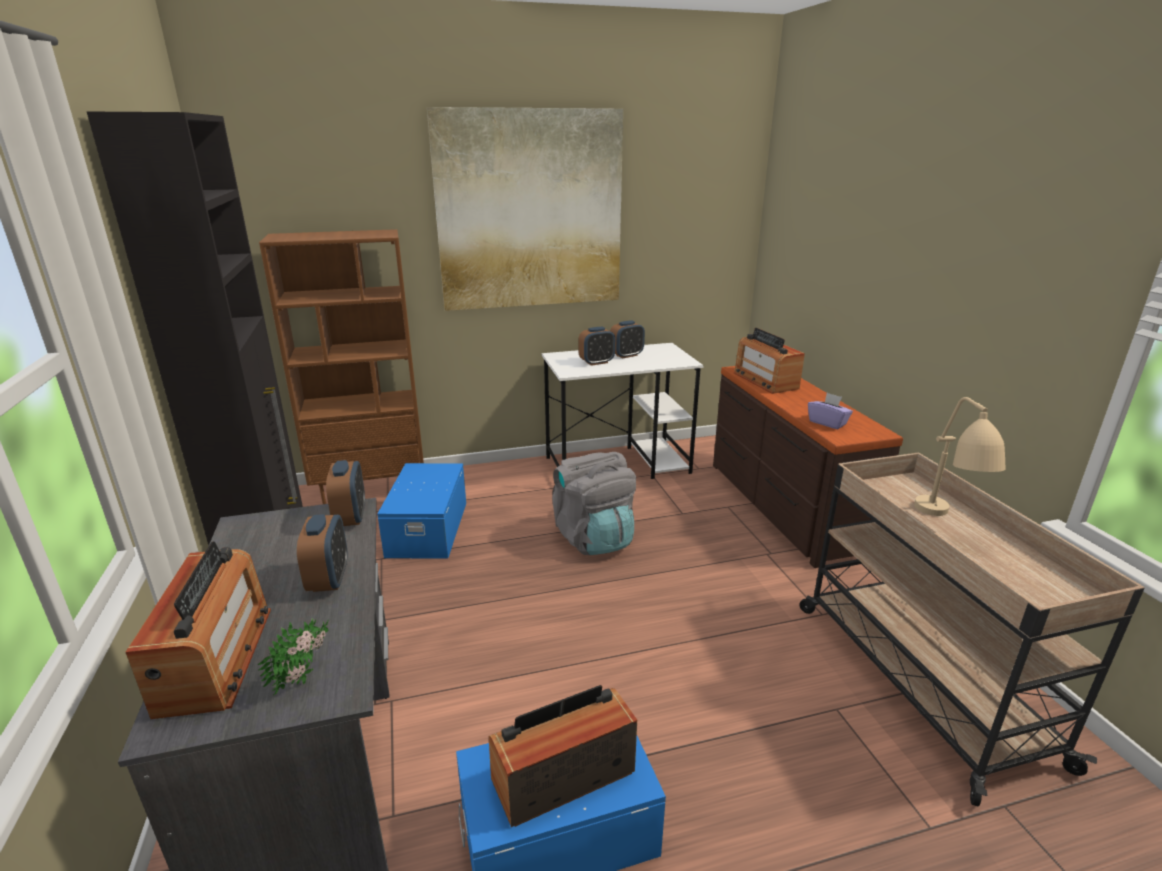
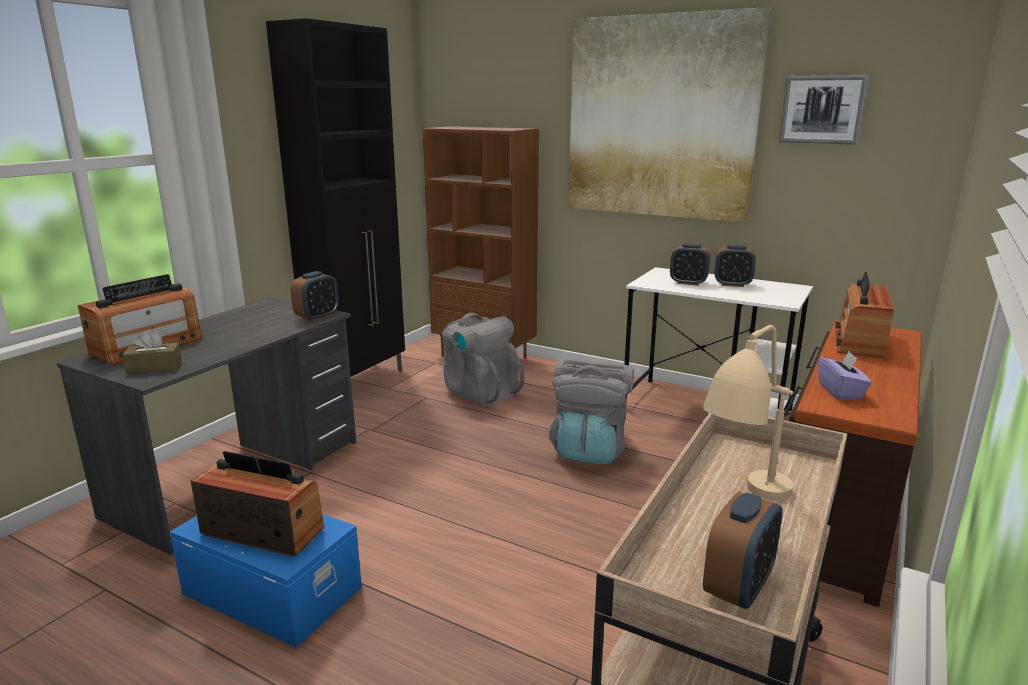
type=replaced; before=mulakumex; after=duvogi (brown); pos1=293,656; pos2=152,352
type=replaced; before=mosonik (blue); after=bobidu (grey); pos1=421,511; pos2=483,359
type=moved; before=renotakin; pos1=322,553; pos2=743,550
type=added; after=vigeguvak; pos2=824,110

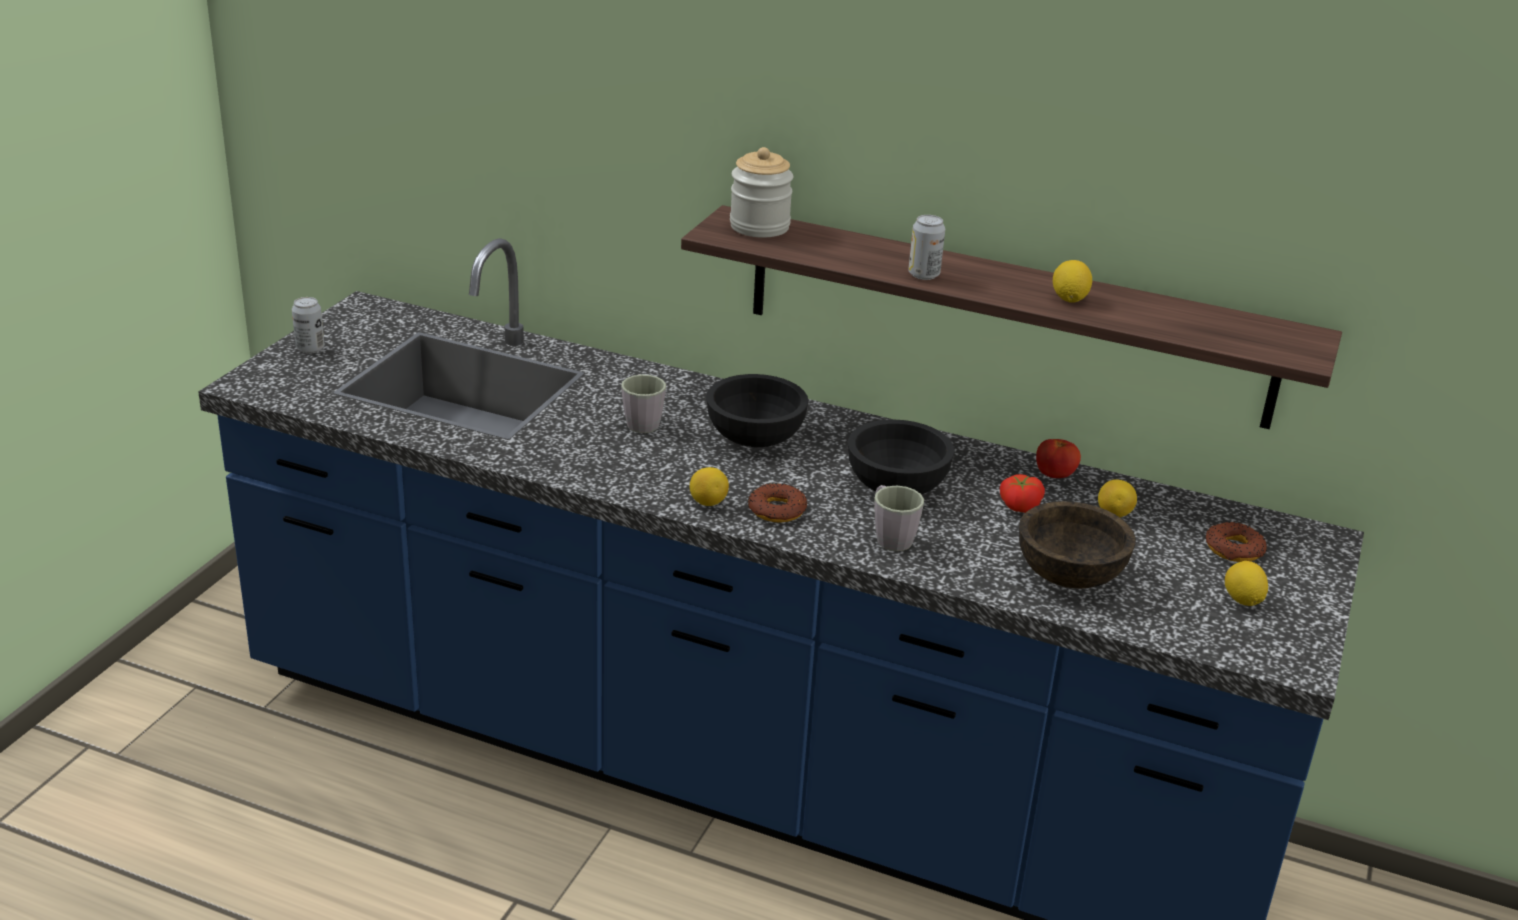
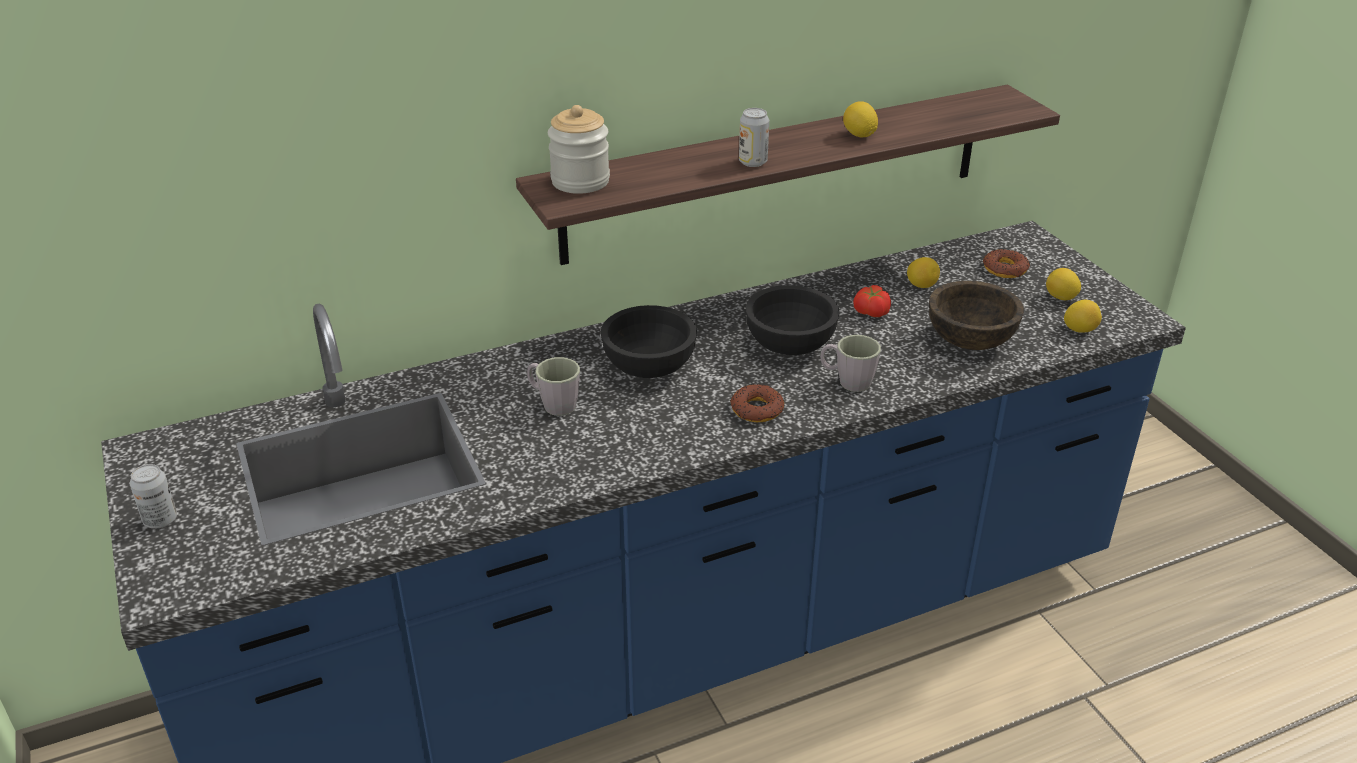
type=moved; before=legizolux; pos1=709,486; pos2=1083,316
type=removed; before=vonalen; pos1=1058,458

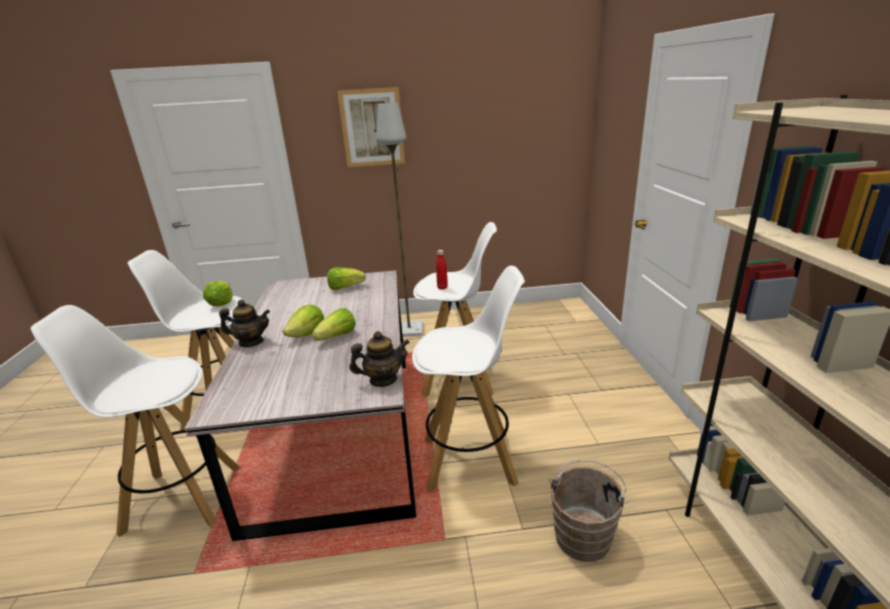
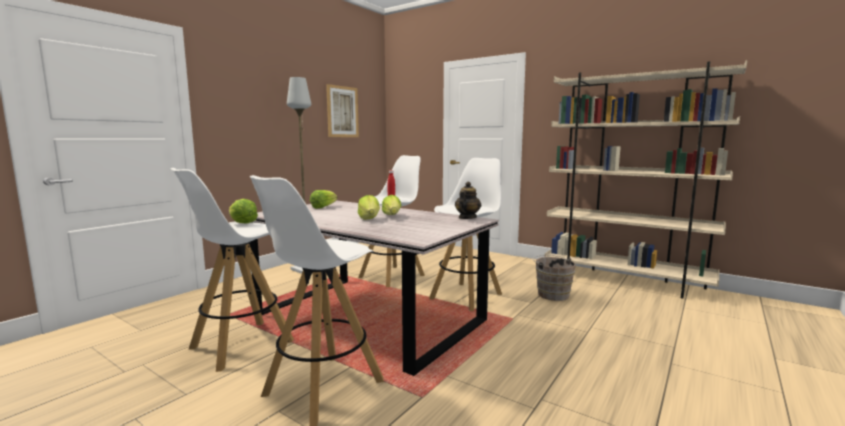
type=moved; before=vigeguvak; pos1=371,127; pos2=342,110
type=removed; before=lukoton; pos1=244,323

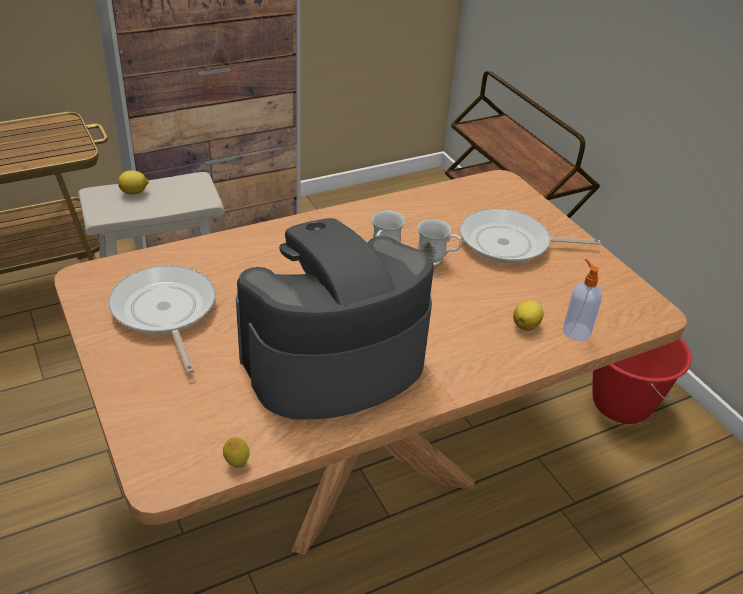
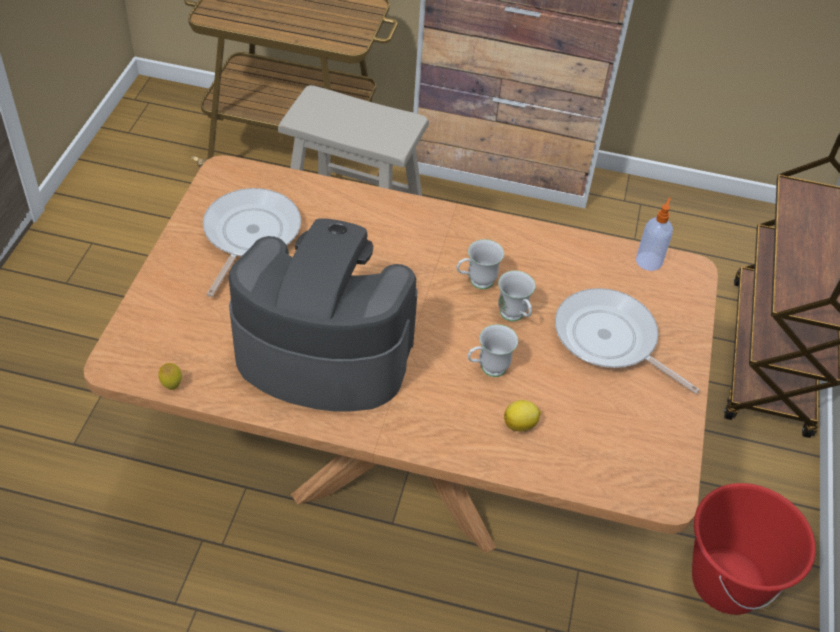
type=added; after=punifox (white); pos2=492,350
type=moved; before=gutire; pos1=582,300; pos2=654,234
type=removed; before=legizolux; pos1=133,182

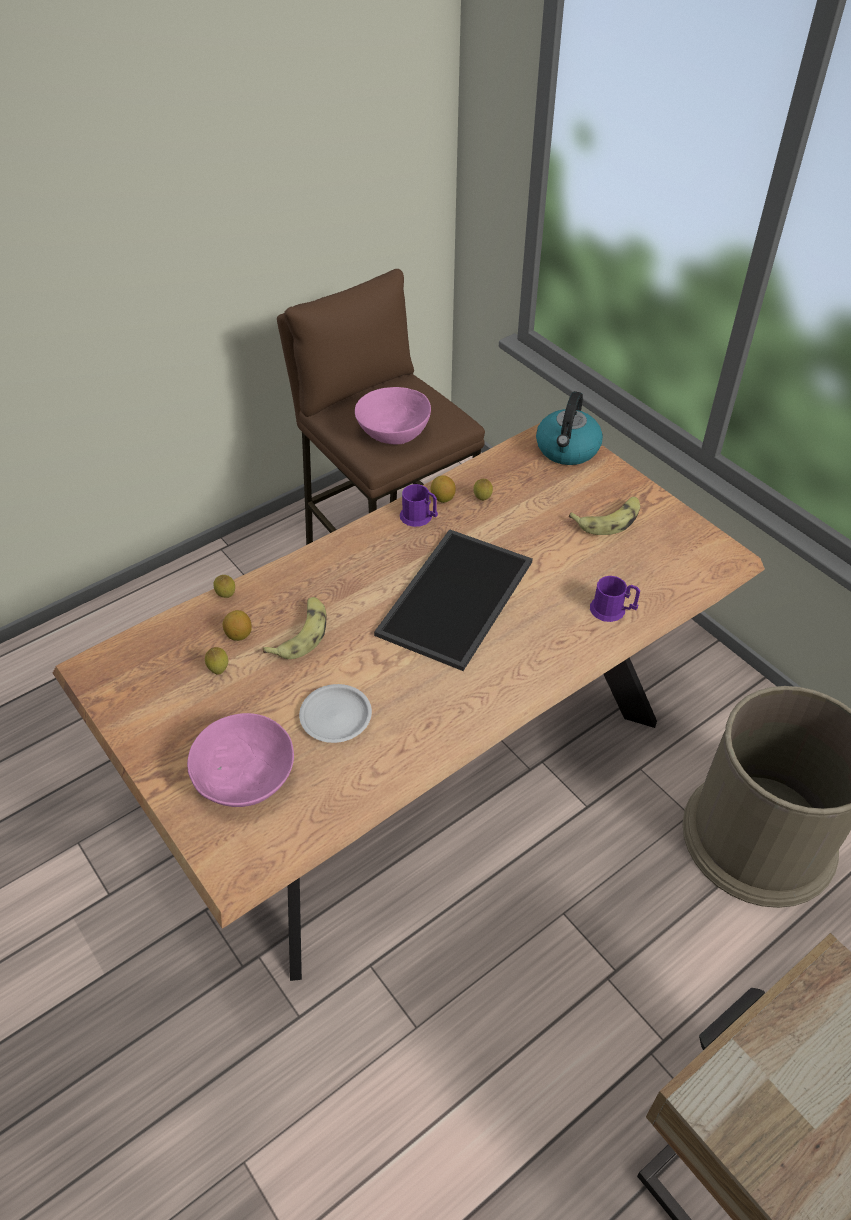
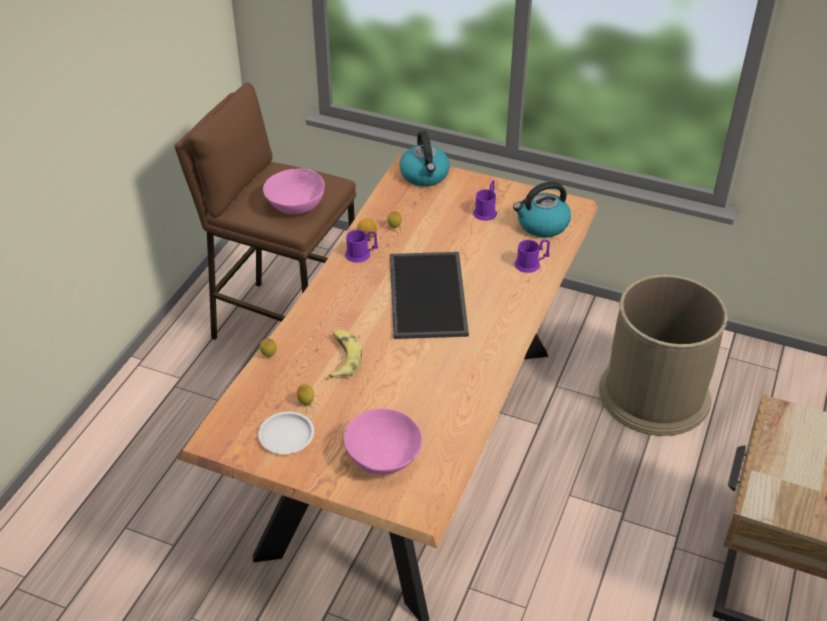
type=moved; before=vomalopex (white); pos1=335,713; pos2=286,432
type=replaced; before=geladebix; after=punifox (purple); pos1=604,516; pos2=485,200
type=added; after=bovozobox; pos2=542,209
type=removed; before=legizolux; pos1=237,625

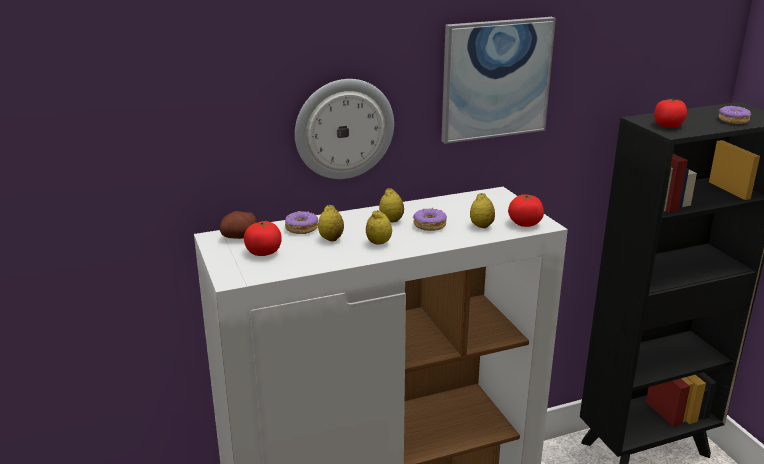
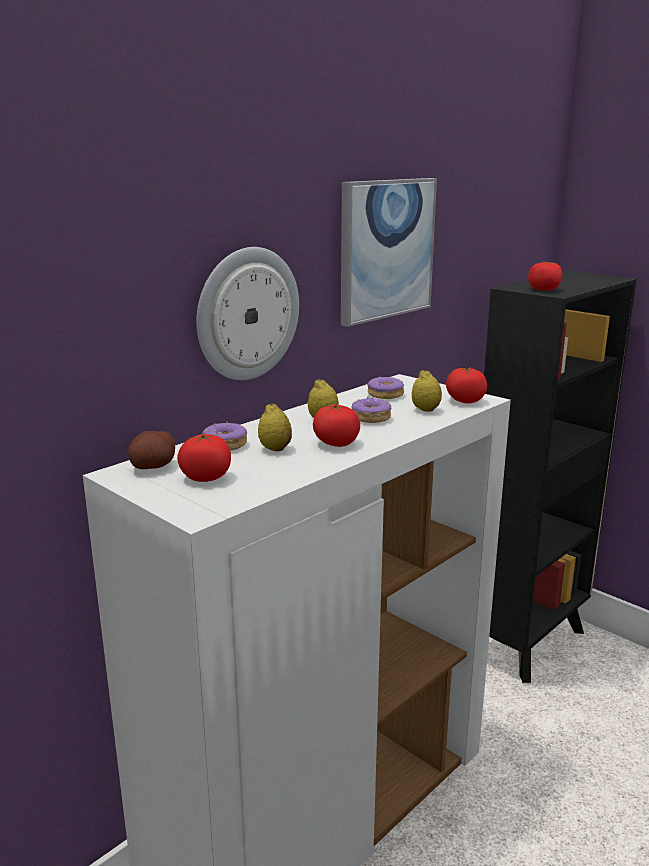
type=replaced; before=legizolux; after=vonalen; pos1=379,227; pos2=336,425
type=moved; before=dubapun; pos1=735,115; pos2=386,388

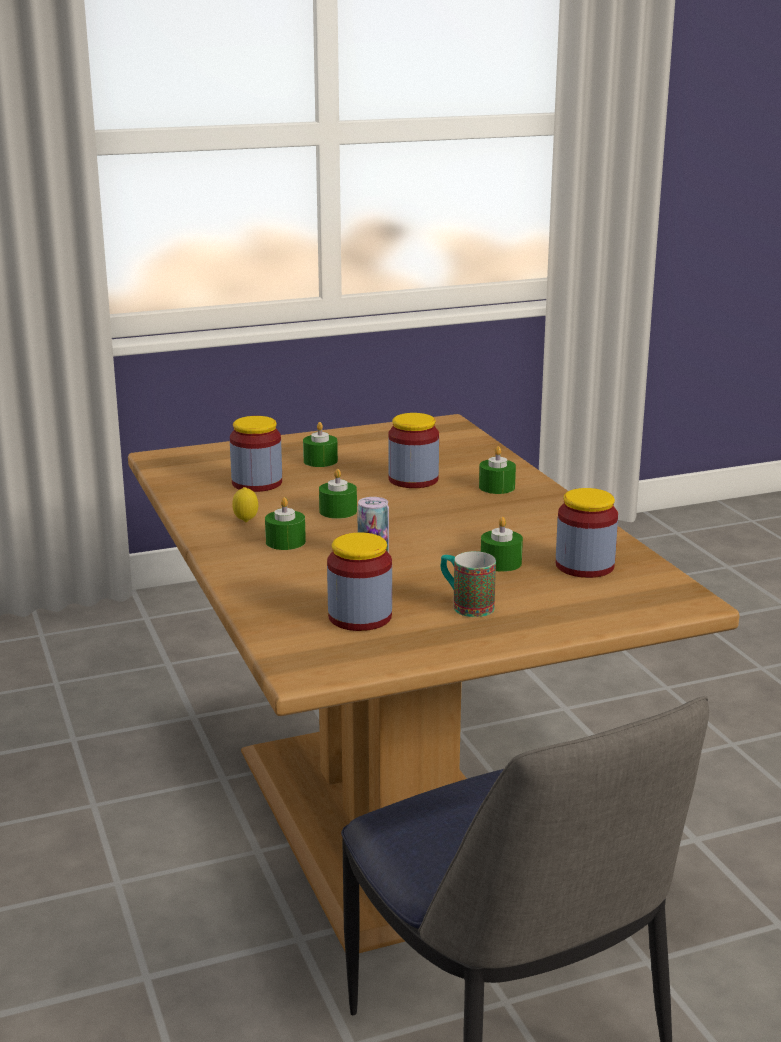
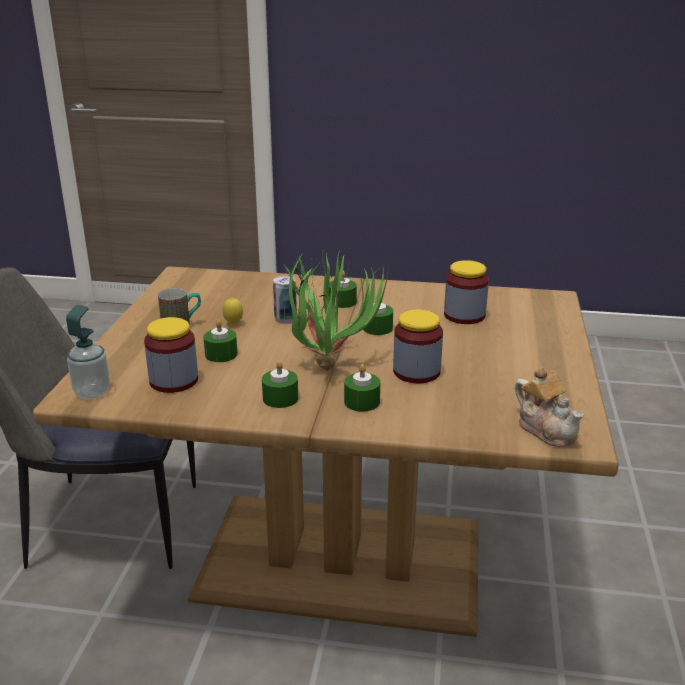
type=added; after=gutire; pos2=88,352
type=moved; before=legizolux; pos1=245,504; pos2=233,311
type=moved; before=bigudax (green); pos1=320,444; pos2=280,384
type=added; after=mulakumex; pos2=336,311
type=added; after=lukoton; pos2=549,406
type=removed; before=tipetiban; pos1=359,582

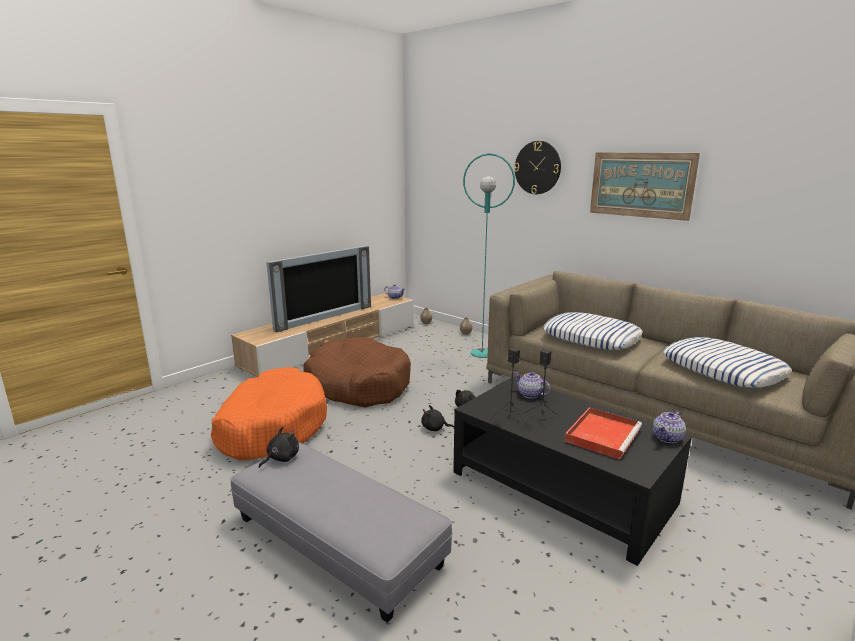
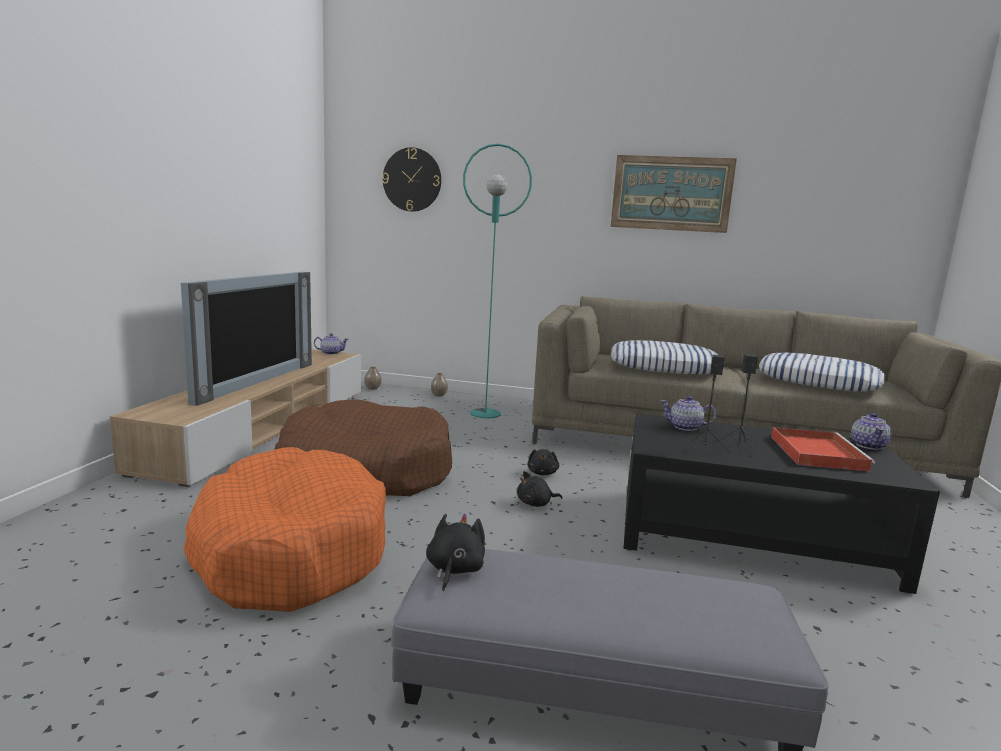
type=moved; before=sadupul; pos1=537,167; pos2=411,179

